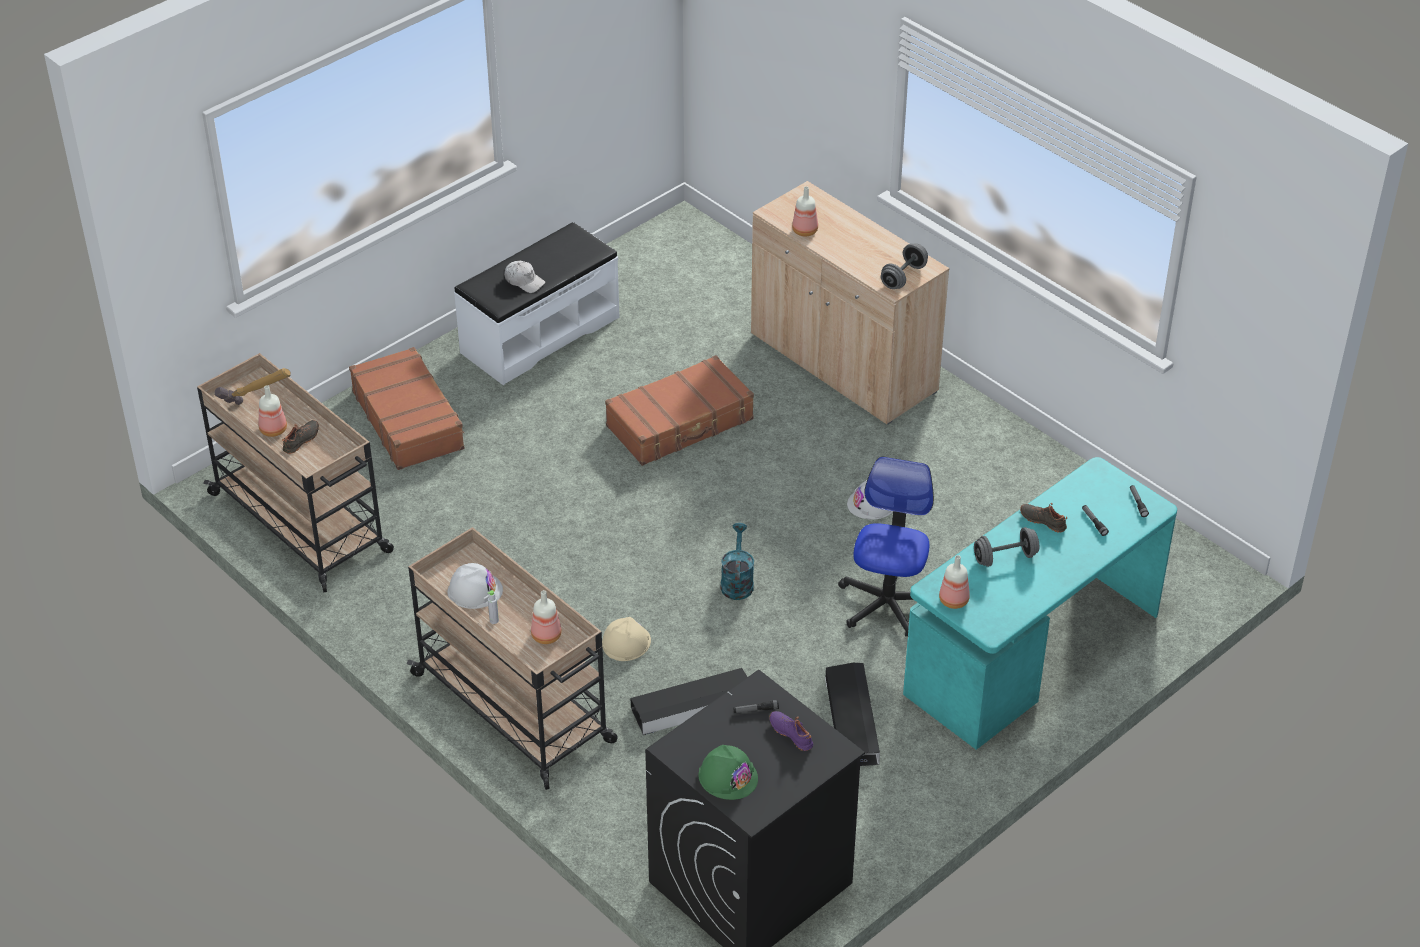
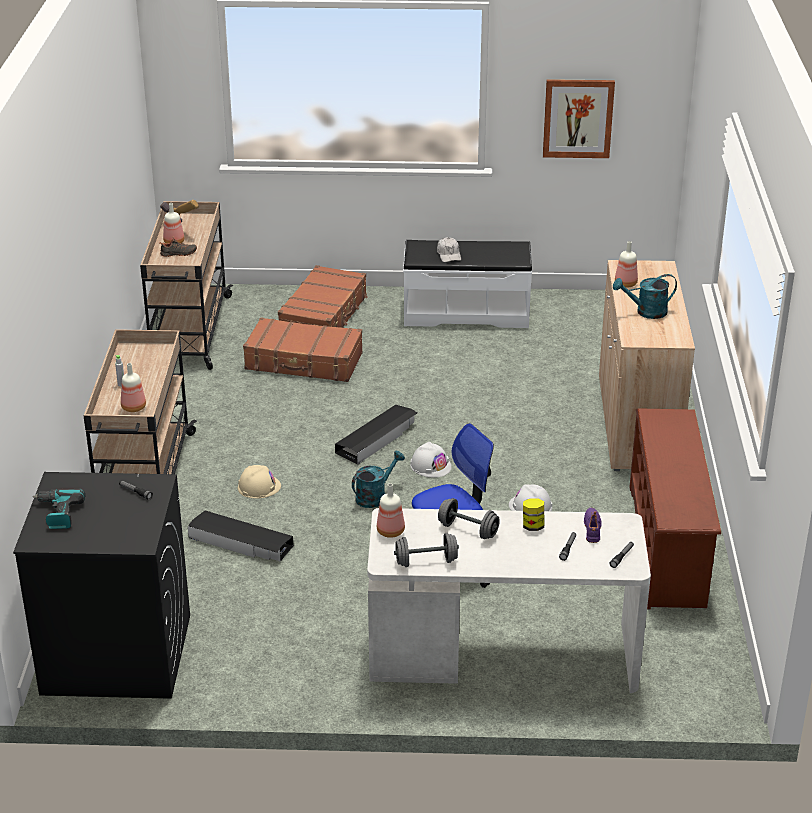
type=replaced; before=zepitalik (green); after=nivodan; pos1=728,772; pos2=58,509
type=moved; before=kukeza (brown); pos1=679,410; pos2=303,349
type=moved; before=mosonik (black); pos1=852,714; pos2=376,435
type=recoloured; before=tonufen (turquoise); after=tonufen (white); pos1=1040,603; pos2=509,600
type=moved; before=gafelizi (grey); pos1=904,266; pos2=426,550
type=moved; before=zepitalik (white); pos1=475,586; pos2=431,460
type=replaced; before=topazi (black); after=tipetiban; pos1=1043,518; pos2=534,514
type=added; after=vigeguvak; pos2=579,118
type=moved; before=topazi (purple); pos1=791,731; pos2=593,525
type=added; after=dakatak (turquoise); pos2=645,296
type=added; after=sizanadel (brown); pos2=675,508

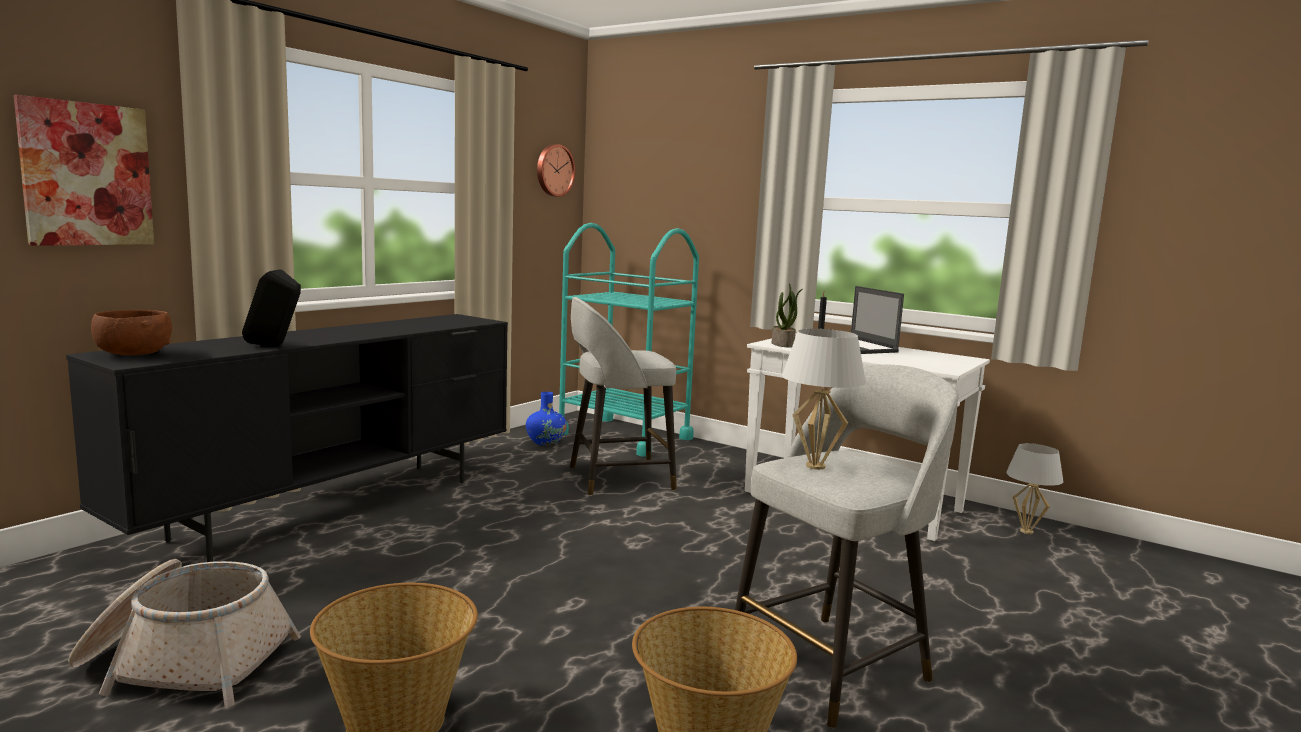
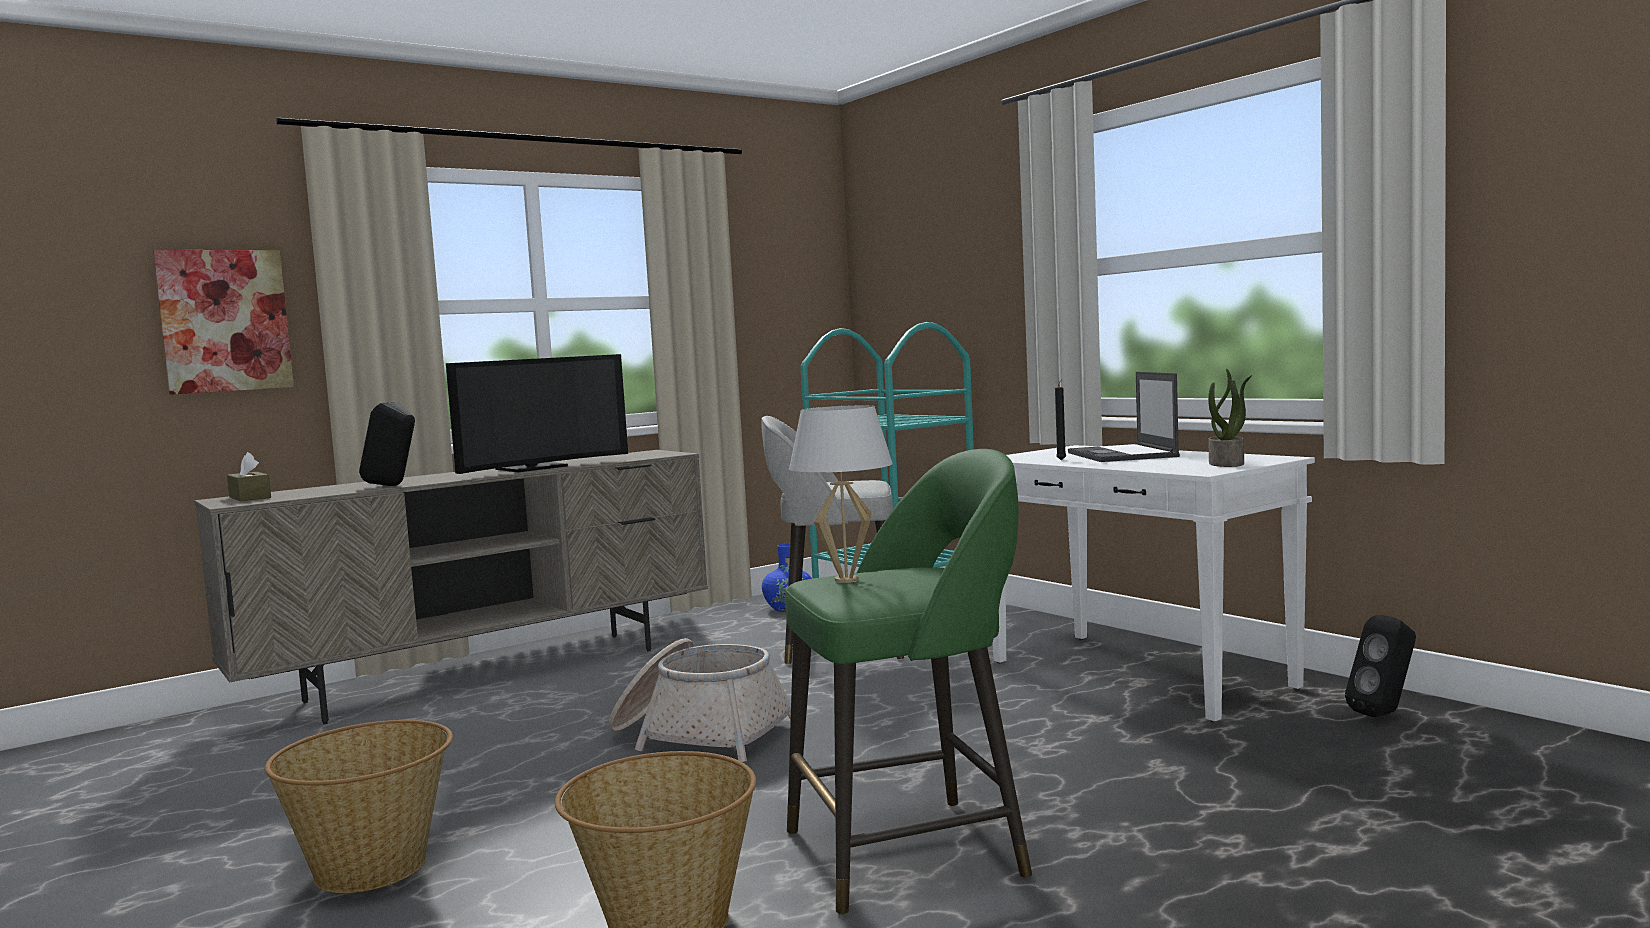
type=recoloured; before=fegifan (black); after=fegifan (beige); pos1=287,438; pos2=451,587
type=replaced; before=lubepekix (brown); after=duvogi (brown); pos1=131,332; pos2=249,476
type=added; after=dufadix; pos2=537,414
type=moved; before=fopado; pos1=184,633; pos2=700,700
type=recoloured; before=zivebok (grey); after=zivebok (green); pos1=847,546; pos2=908,682
type=moved; before=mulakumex; pos1=787,315; pos2=1230,418
type=replaced; before=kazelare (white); after=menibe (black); pos1=1034,488; pos2=1380,666
type=removed; before=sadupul; pos1=556,170

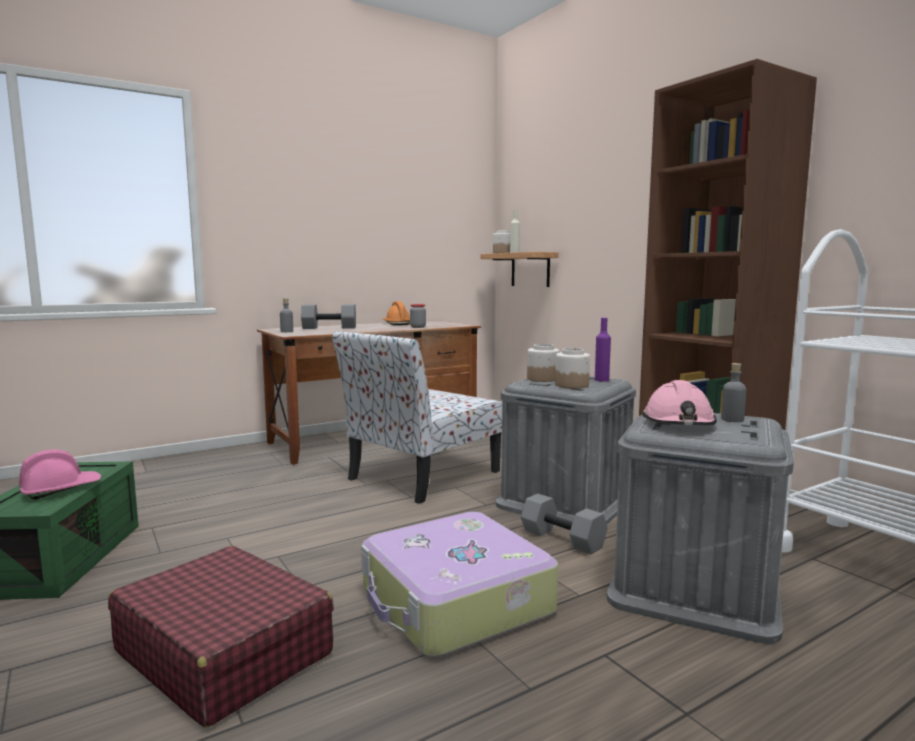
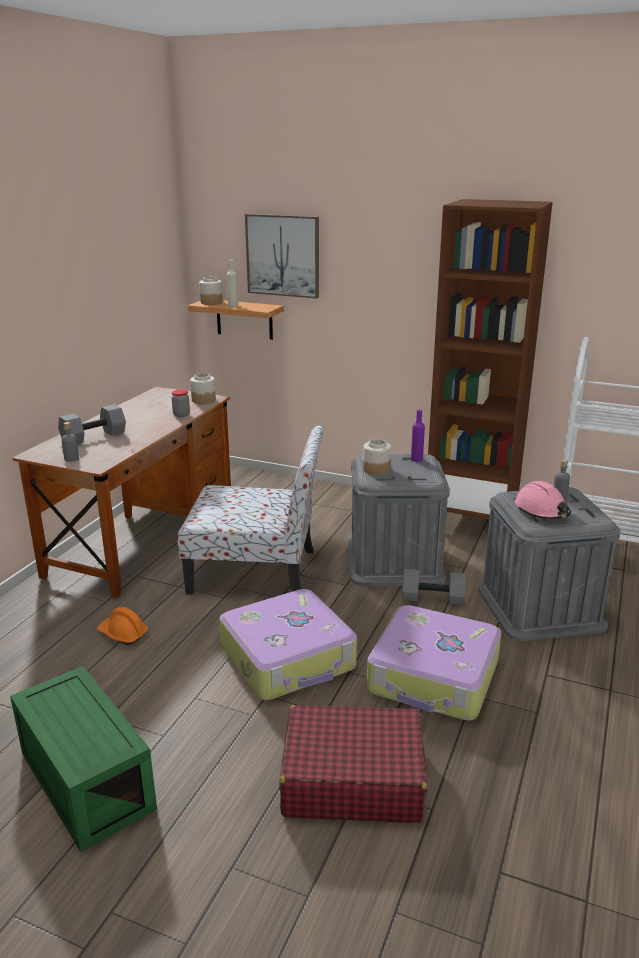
type=moved; before=zepitalik (orange); pos1=396,313; pos2=122,626
type=turned; before=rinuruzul; pos1=417,417; pos2=250,510; turn=-90
type=moved; before=tipetiban; pos1=572,368; pos2=203,388
type=added; after=kukeza; pos2=288,644
type=added; after=vigeguvak; pos2=282,256
type=removed; before=zepitalik (pink); pos1=60,474

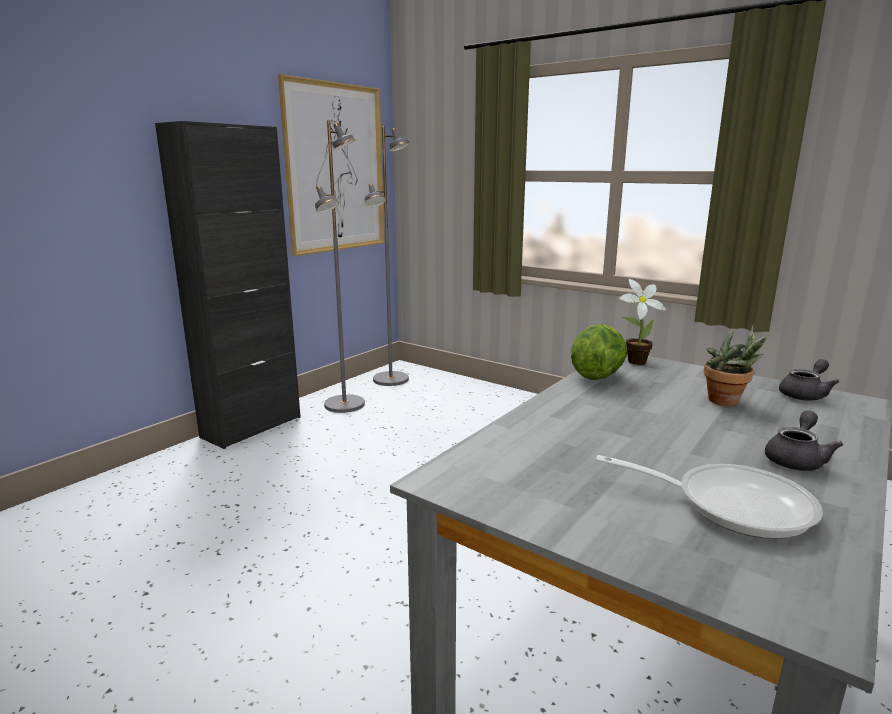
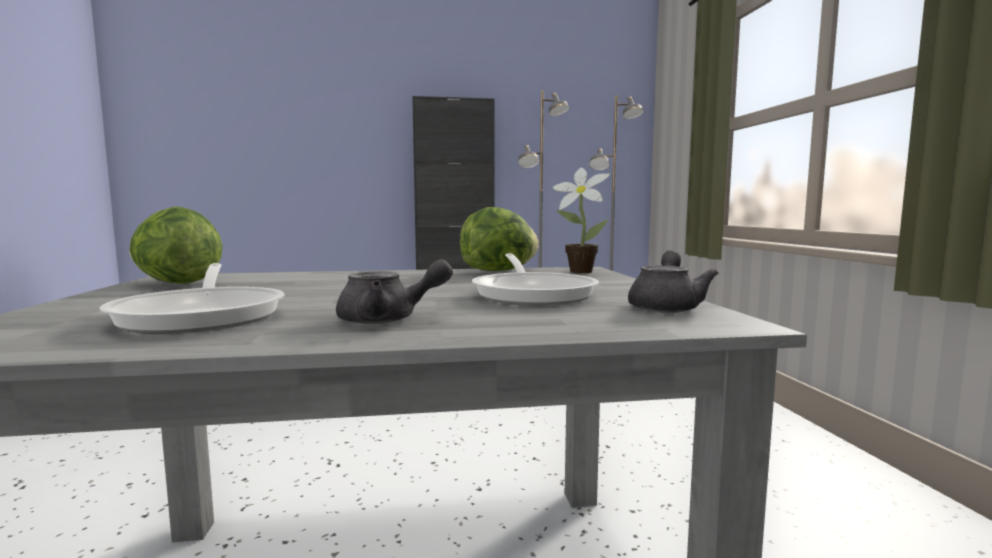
type=added; after=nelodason; pos2=176,245
type=replaced; before=mulakumex; after=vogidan; pos1=735,365; pos2=535,279
type=turned; before=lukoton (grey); pos1=809,380; pos2=673,281; turn=-75
type=removed; before=vigeguvak; pos1=331,165

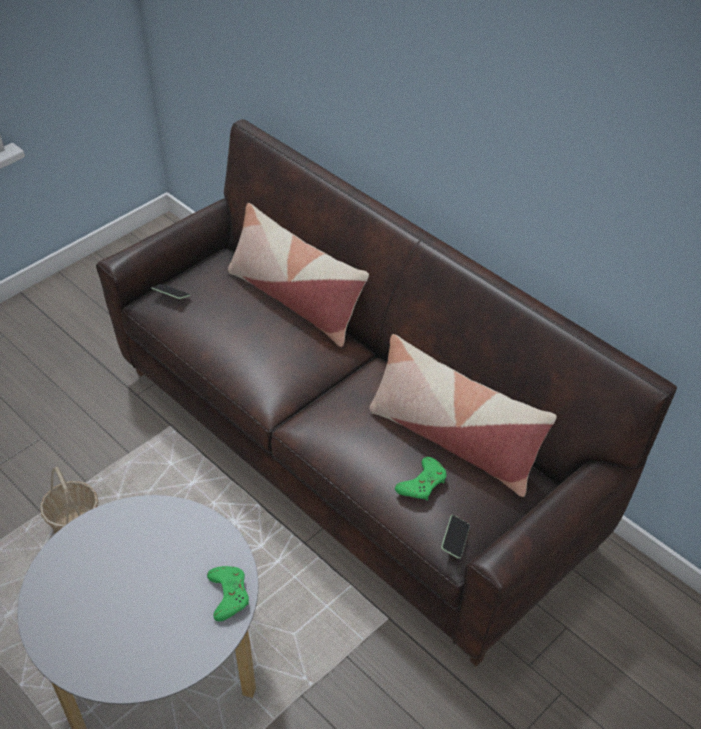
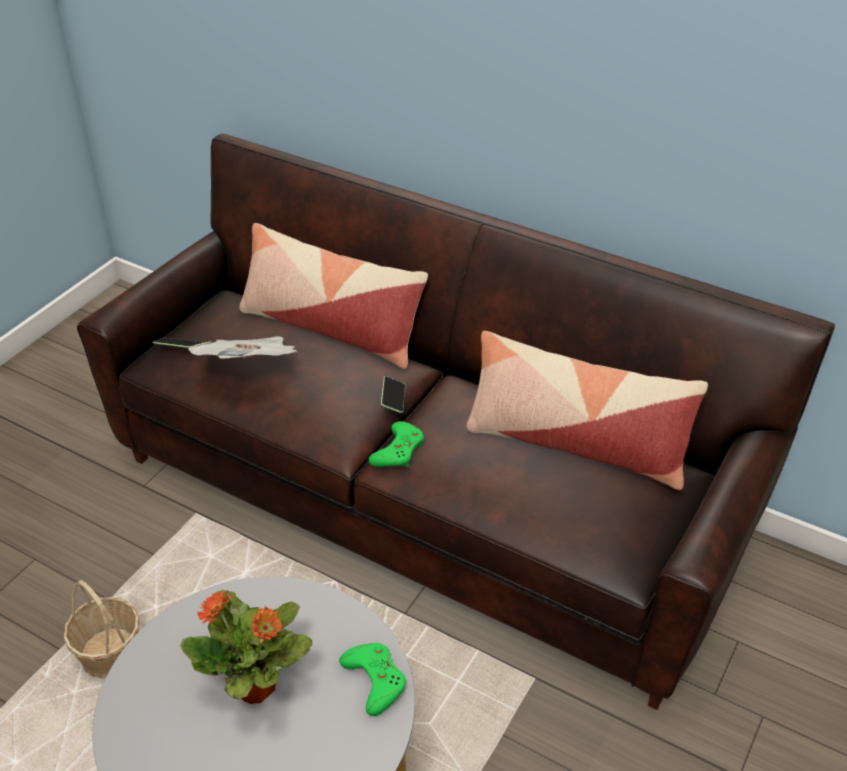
type=added; after=mulakumex; pos2=246,647
type=added; after=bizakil; pos2=243,347
type=moved; before=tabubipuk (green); pos1=421,479; pos2=396,444
type=moved; before=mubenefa; pos1=455,537; pos2=393,394

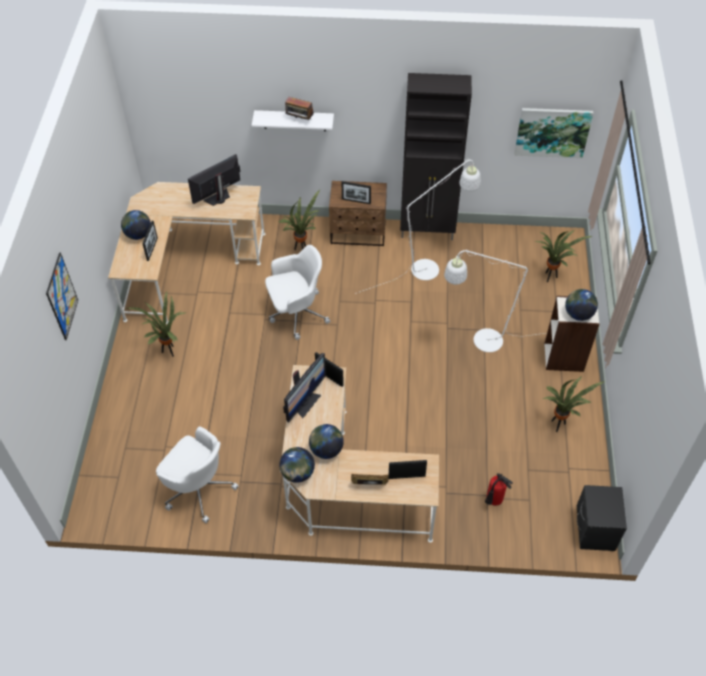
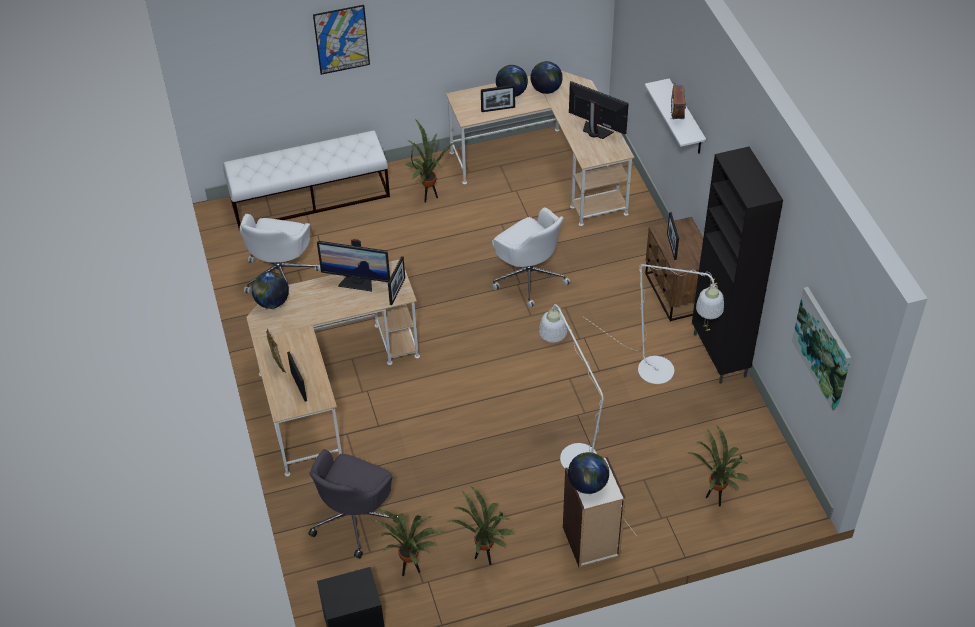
type=added; after=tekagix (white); pos2=306,180
type=replaced; before=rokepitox; after=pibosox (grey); pos1=499,489; pos2=353,503
type=moved; before=mulakumex; pos1=299,220; pos2=408,543
type=moved; before=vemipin; pos1=326,441; pos2=546,77

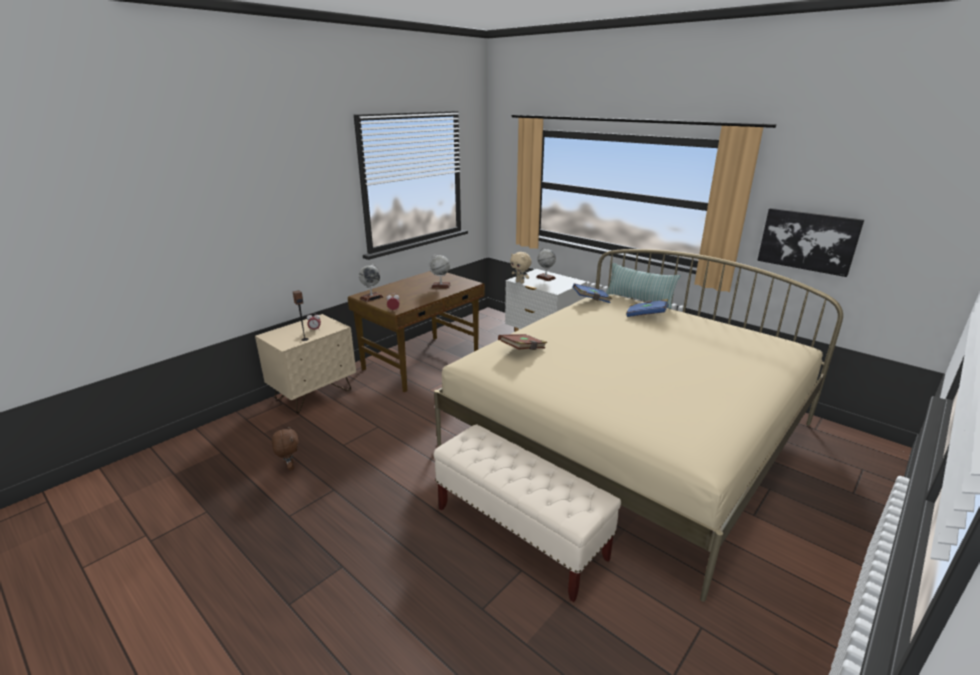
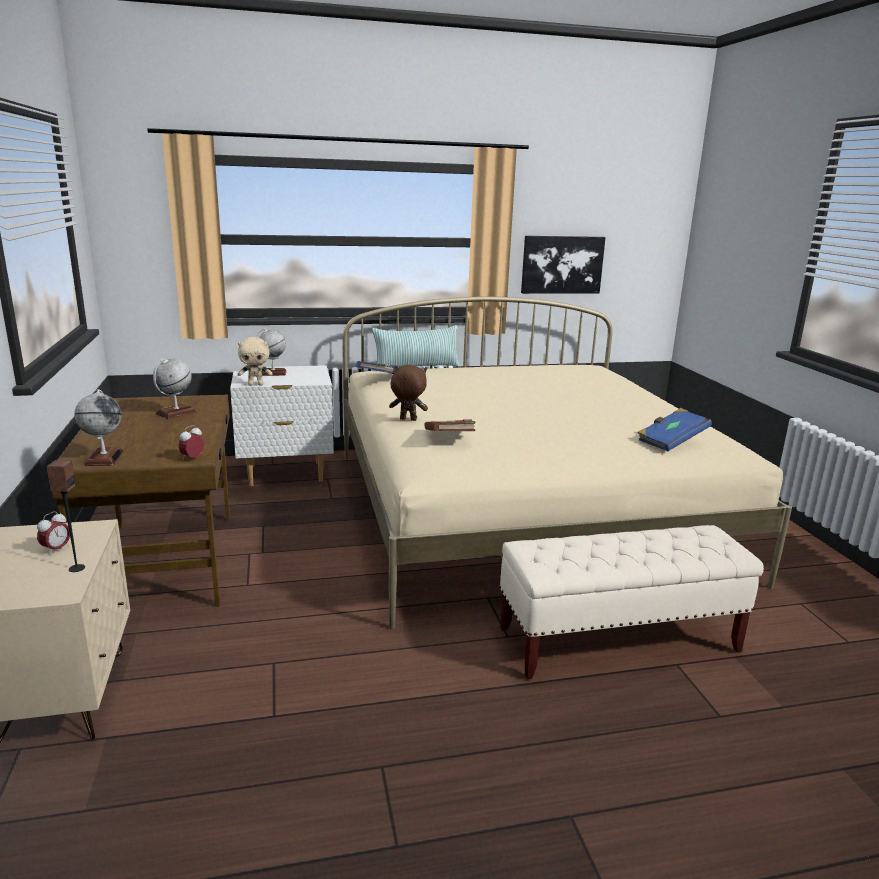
type=moved; before=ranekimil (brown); pos1=285,448; pos2=408,393
type=moved; before=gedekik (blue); pos1=647,308; pos2=674,429

